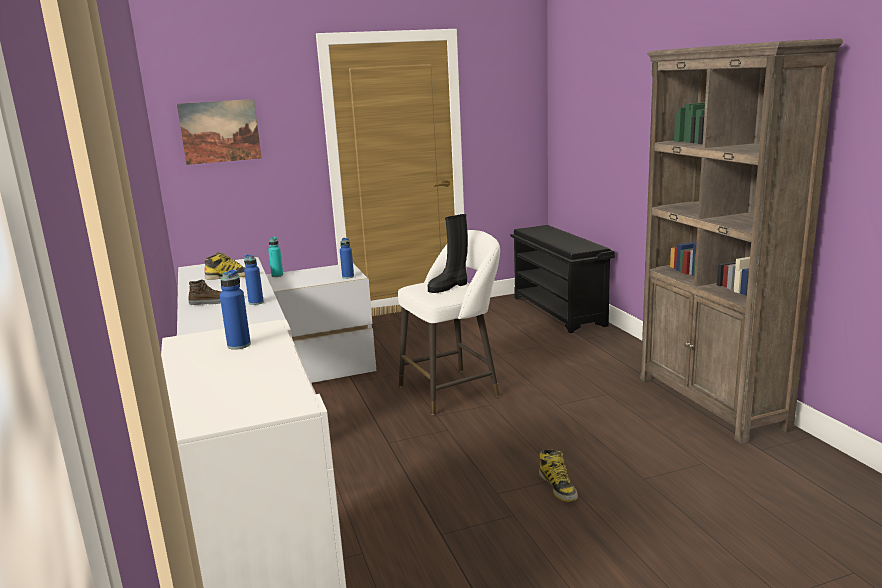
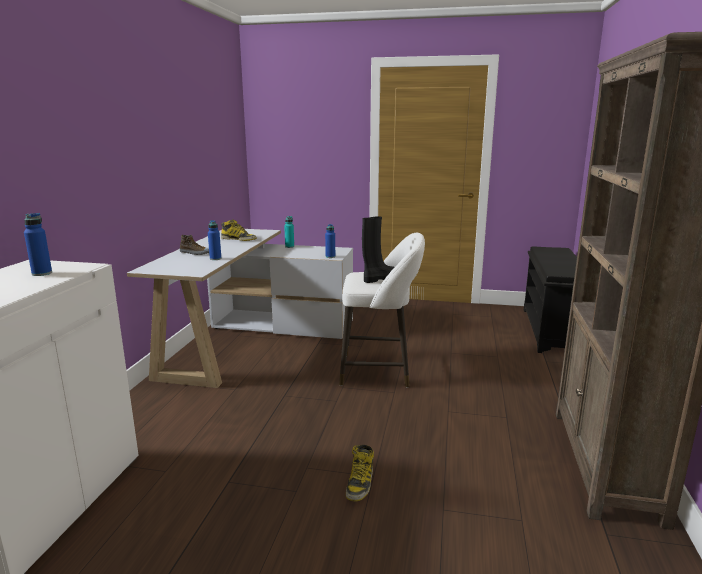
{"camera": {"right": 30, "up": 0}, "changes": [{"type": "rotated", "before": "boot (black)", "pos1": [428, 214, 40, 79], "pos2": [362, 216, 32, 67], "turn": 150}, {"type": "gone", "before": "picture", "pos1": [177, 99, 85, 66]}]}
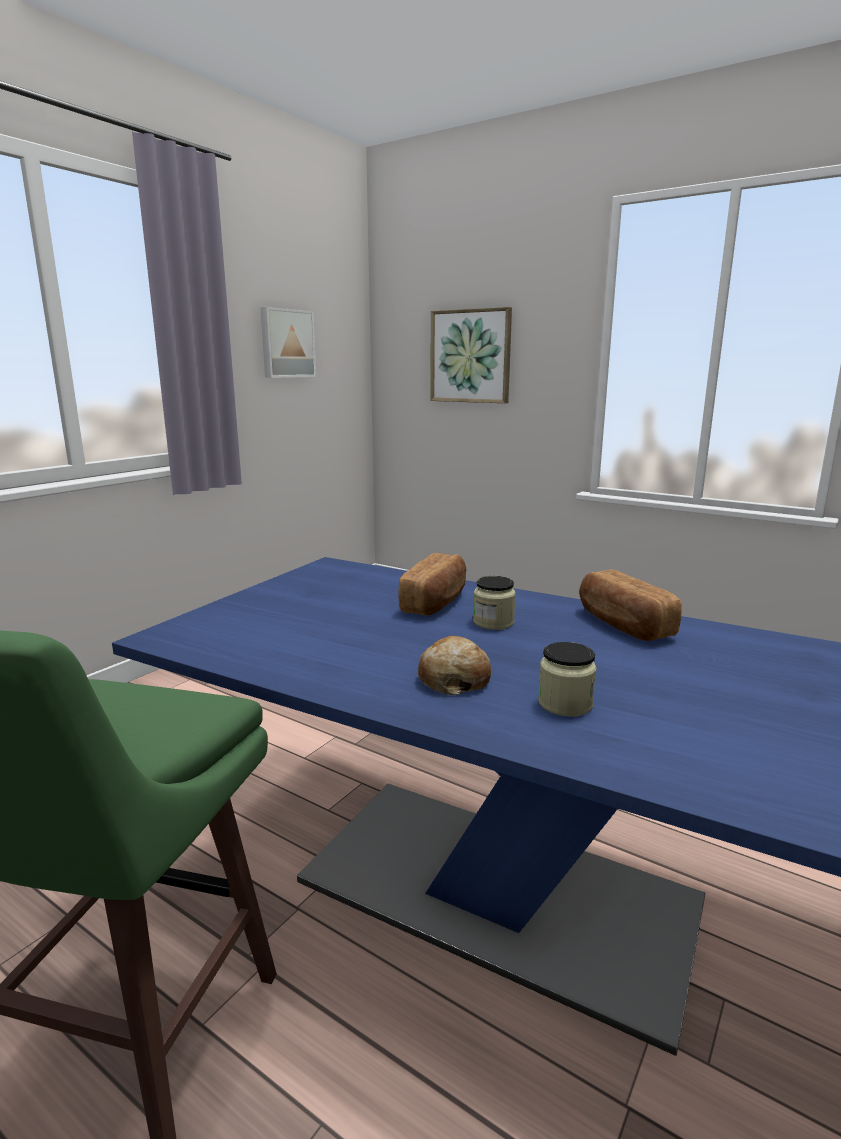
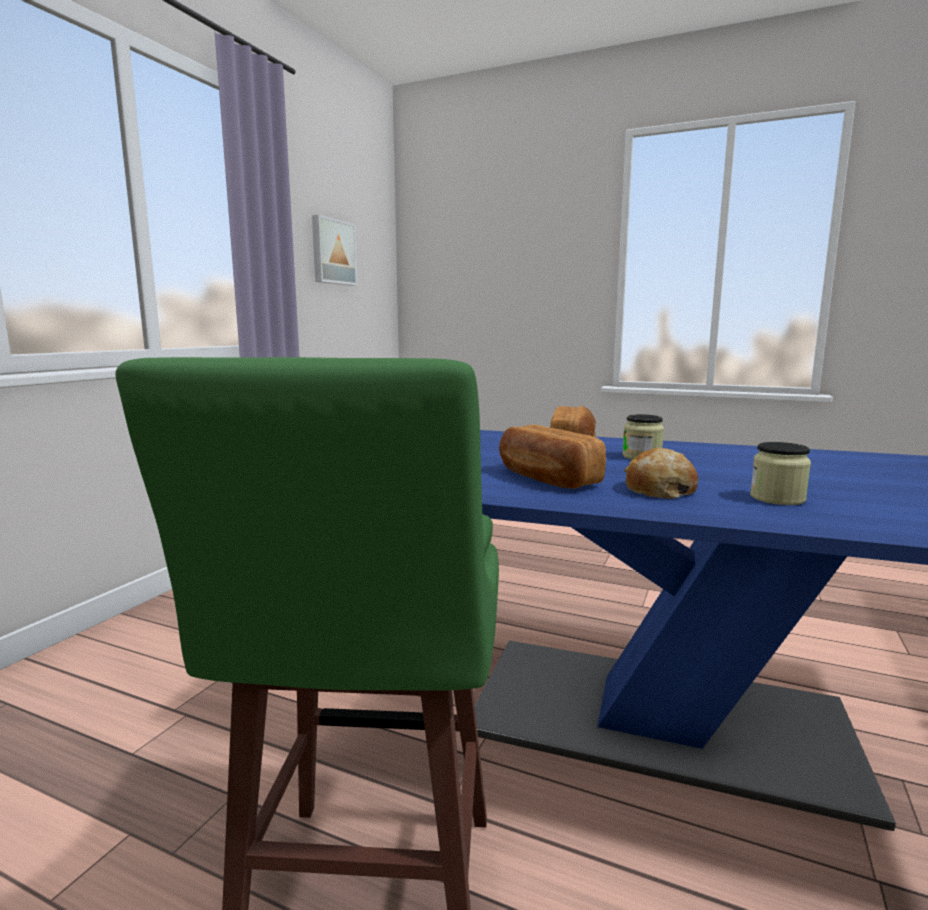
{"camera": {"right": -10, "up": -5}, "changes": [{"type": "shifted", "before": "bread", "pos1": [579, 569, 103, 72], "pos2": [499, 425, 107, 64]}, {"type": "gone", "before": "picture", "pos1": [430, 307, 82, 96]}]}
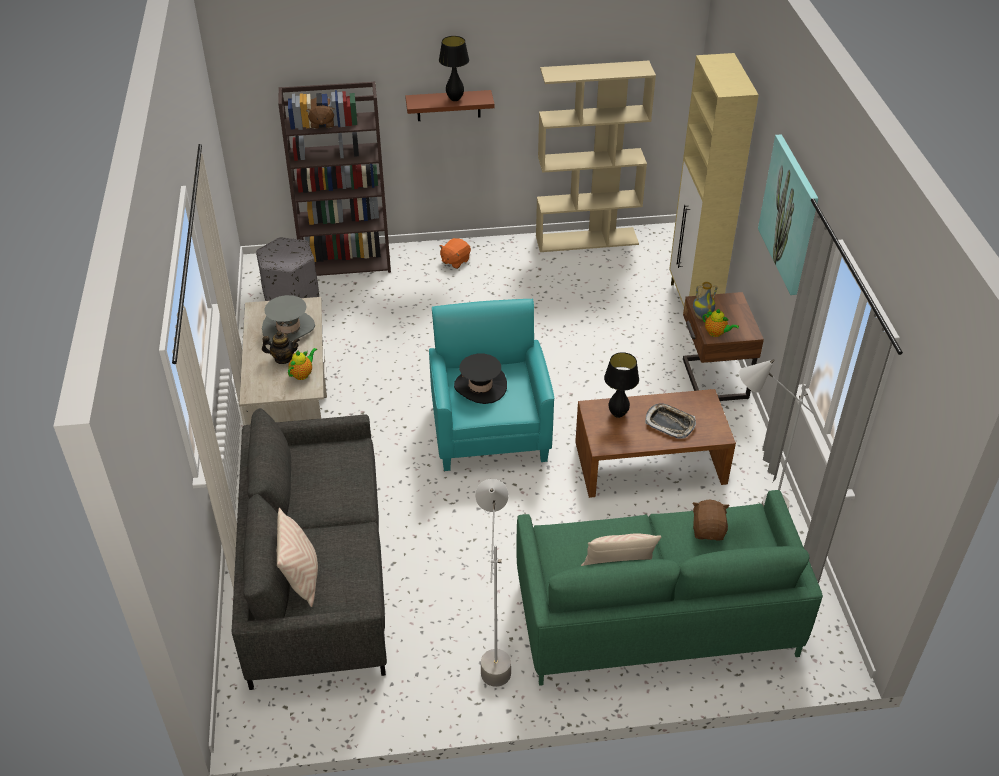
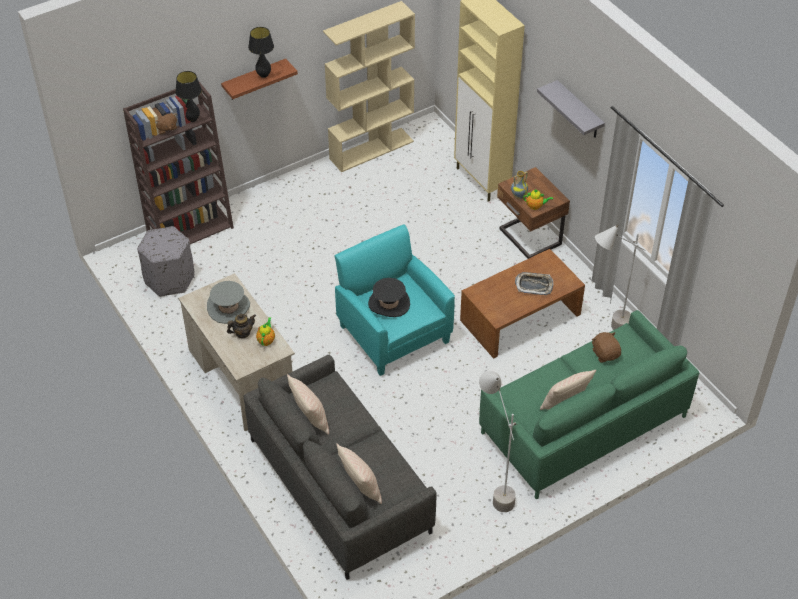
{"camera": {"right": -25, "up": 5}, "changes": [{"type": "shifted", "before": "table lamp (black)", "pos1": [604, 352, 35, 66], "pos2": [175, 71, 27, 51]}, {"type": "new", "after": "pillow (beige)", "pos2": [287, 374, 42, 61]}, {"type": "swapped", "before": "picture", "after": "shelf (grey)", "pos1": [758, 134, 60, 161], "pos2": [537, 80, 68, 58]}, {"type": "gone", "before": "plush toy (orange)", "pos1": [439, 238, 32, 31]}]}
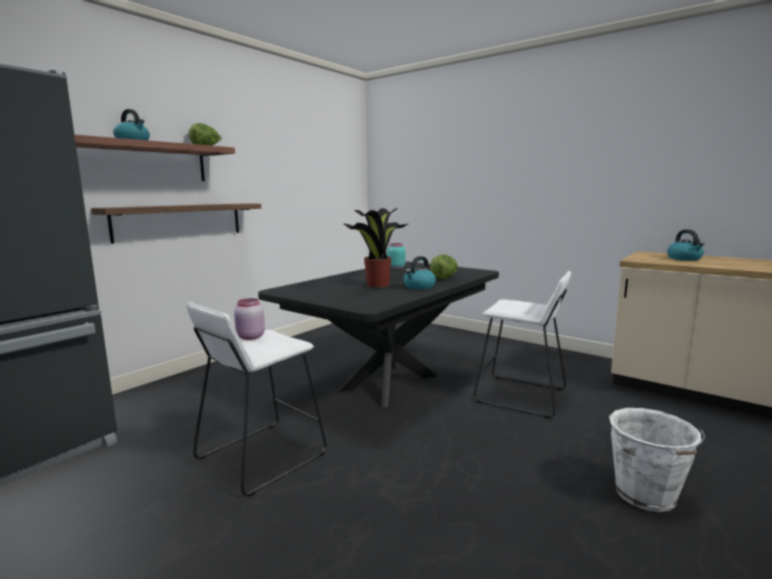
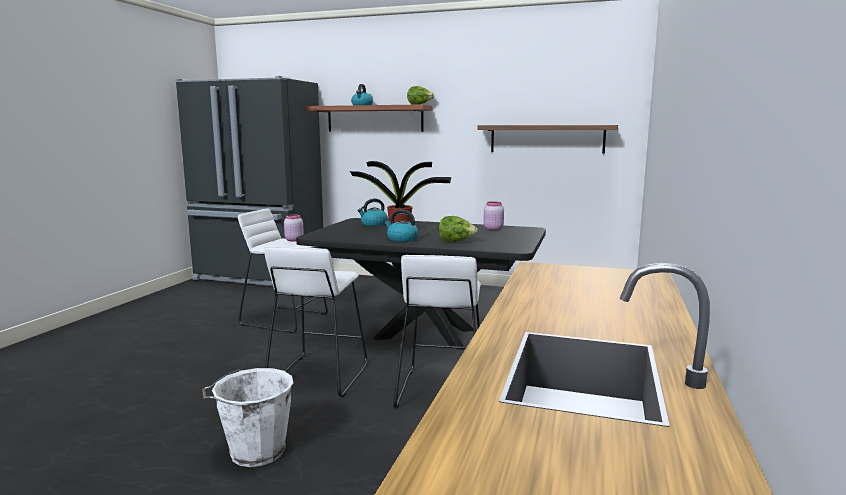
{"camera": {"right": 70, "up": 0}, "changes": [{"type": "new", "after": "stool (white)", "pos2": [264, 246, 103, 151]}, {"type": "shifted", "before": "kettle", "pos1": [667, 229, 37, 32], "pos2": [358, 199, 30, 27]}, {"type": "shifted", "before": "shelf", "pos1": [91, 203, 170, 41], "pos2": [477, 125, 141, 28]}, {"type": "repainted", "before": "jar (turquoise)", "after": "jar (pink)", "pos1": [387, 243, 18, 26], "pos2": [483, 201, 21, 30]}]}
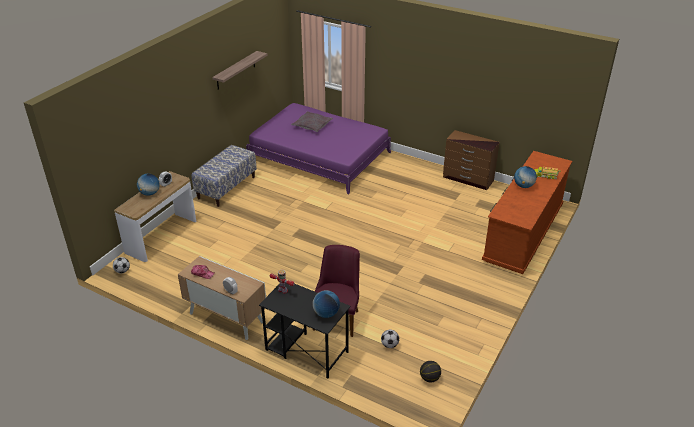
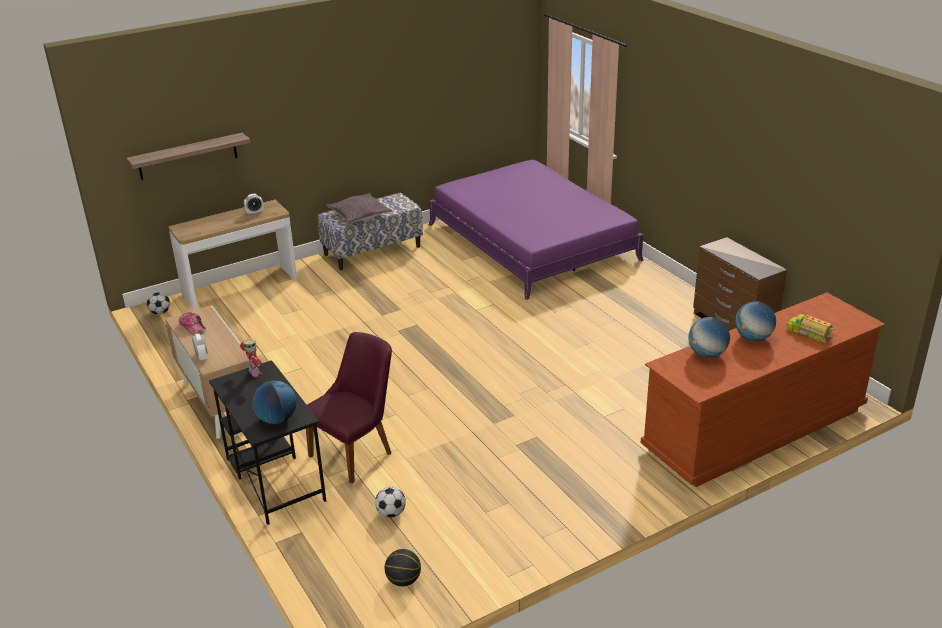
{"camera": {"right": 30, "up": -5}, "changes": [{"type": "shifted", "before": "shelf", "pos1": [212, 51, 55, 39], "pos2": [126, 133, 124, 47]}, {"type": "shifted", "before": "pillow (grey)", "pos1": [291, 111, 42, 21], "pos2": [326, 193, 66, 31]}, {"type": "shifted", "before": "globe", "pos1": [137, 174, 23, 22], "pos2": [688, 317, 42, 41]}]}
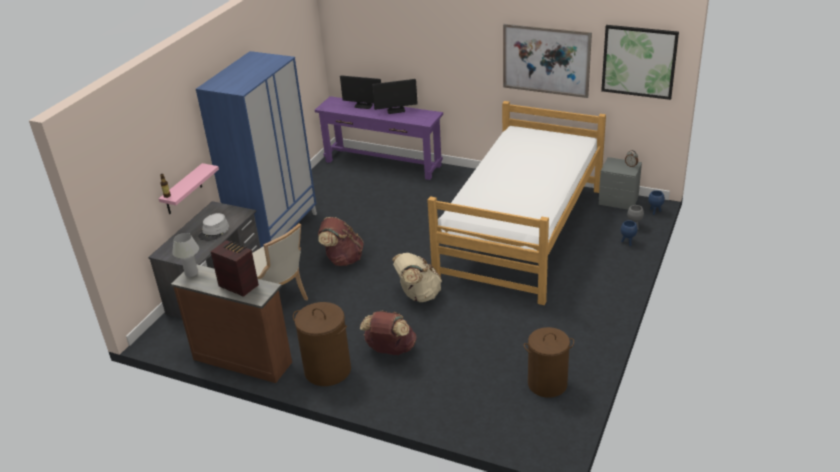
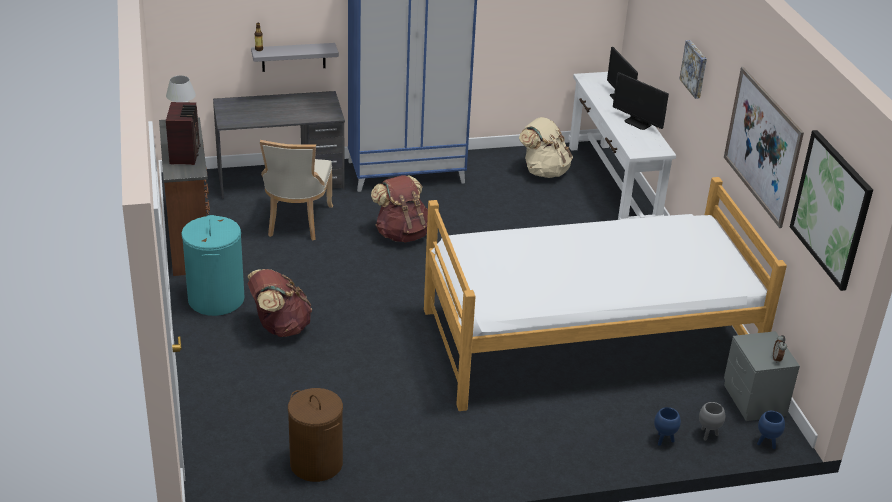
{"camera": {"right": 50, "up": 0}, "changes": [{"type": "repainted", "before": "laundry basket (brown)", "after": "laundry basket (turquoise)", "pos1": [293, 302, 58, 84], "pos2": [181, 215, 63, 101]}, {"type": "repainted", "before": "shelf (pink)", "after": "shelf (grey)", "pos1": [159, 163, 60, 51], "pos2": [251, 43, 88, 29]}, {"type": "shifted", "before": "backpack (beige)", "pos1": [392, 253, 50, 49], "pos2": [519, 117, 54, 61]}, {"type": "repainted", "before": "console table (purple)", "after": "console table (white)", "pos1": [315, 96, 128, 84], "pos2": [569, 72, 107, 148]}, {"type": "new", "after": "picture", "pos2": [679, 40, 28, 59]}, {"type": "gone", "before": "hat (grey)", "pos1": [198, 213, 31, 28]}]}
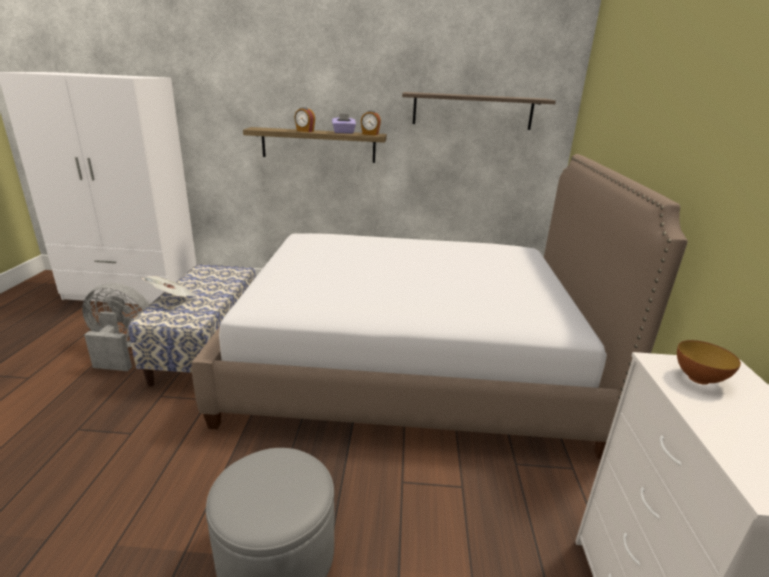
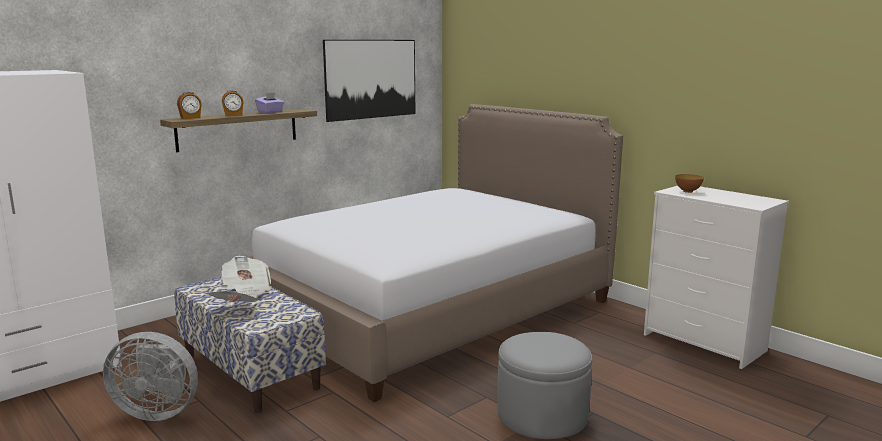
{"camera": {"right": -45, "up": -10}, "changes": [{"type": "rotated", "before": "fan (grey)", "pos1": [82, 283, 68, 88], "pos2": [103, 332, 95, 89], "turn": -135}, {"type": "shifted", "before": "alarm clock", "pos1": [361, 110, 20, 25], "pos2": [177, 92, 25, 27]}, {"type": "new", "after": "newspaper", "pos2": [221, 256, 50, 41]}, {"type": "swapped", "before": "shelf", "after": "picture", "pos1": [402, 92, 154, 38], "pos2": [323, 40, 92, 82]}]}
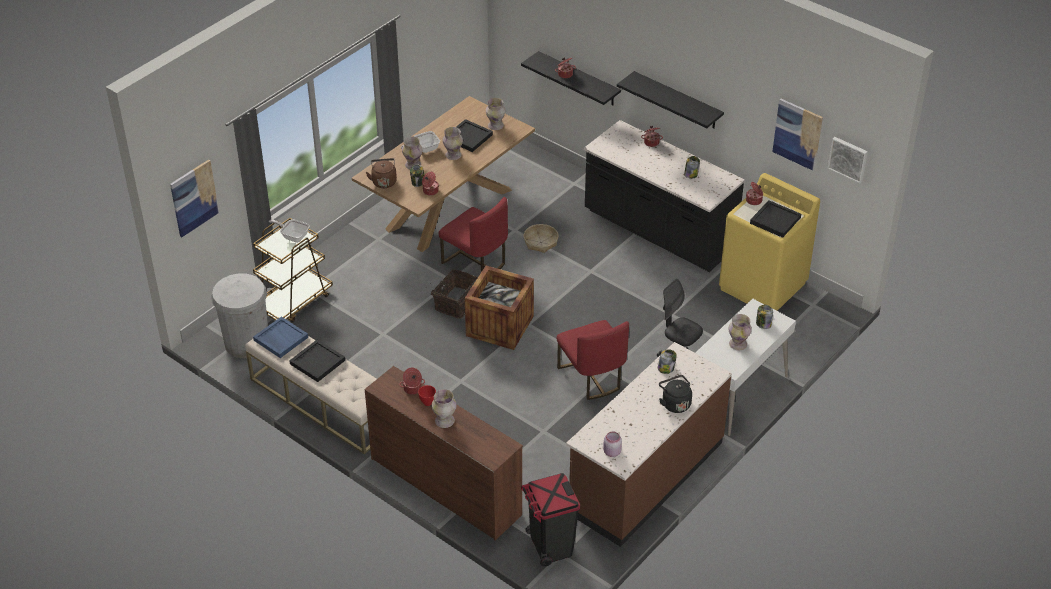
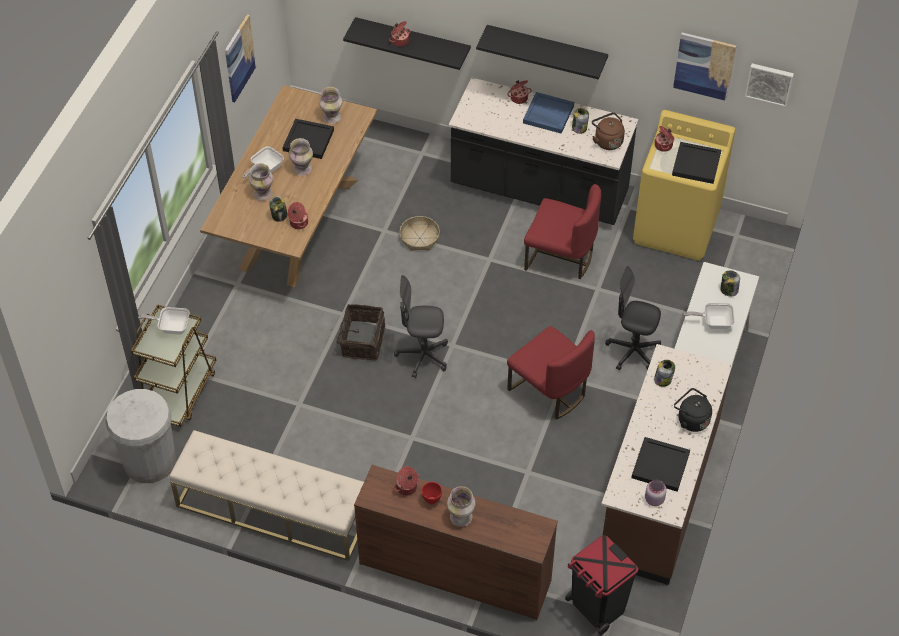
{"camera": {"right": -20, "up": 10}, "changes": [{"type": "shifted", "before": "picture", "pos1": [170, 159, 49, 78], "pos2": [225, 14, 31, 88]}, {"type": "swapped", "before": "crate", "after": "office chair (grey)", "pos1": [465, 266, 69, 84], "pos2": [394, 275, 54, 103]}, {"type": "shifted", "before": "tray (blue)", "pos1": [253, 317, 55, 41], "pos2": [523, 92, 51, 42]}, {"type": "shifted", "before": "chair (red)", "pos1": [439, 197, 69, 75], "pos2": [524, 184, 77, 95]}, {"type": "shifted", "before": "kettle (brown)", "pos1": [366, 158, 31, 30], "pos2": [592, 112, 33, 38]}, {"type": "shifted", "before": "tray (black)", "pos1": [289, 340, 56, 42], "pos2": [631, 437, 59, 55]}, {"type": "swapped", "before": "vase", "after": "frying pan", "pos1": [728, 314, 24, 36], "pos2": [684, 303, 51, 26]}]}
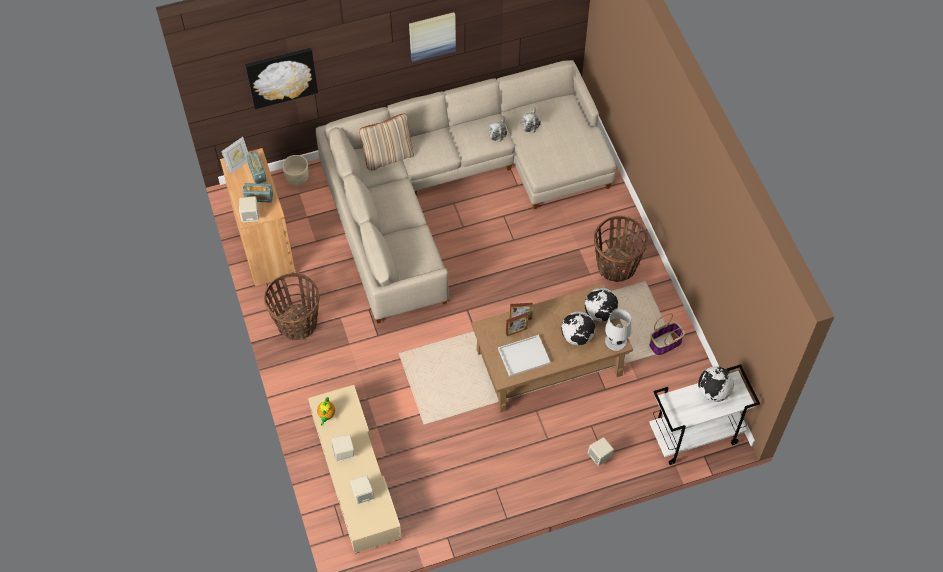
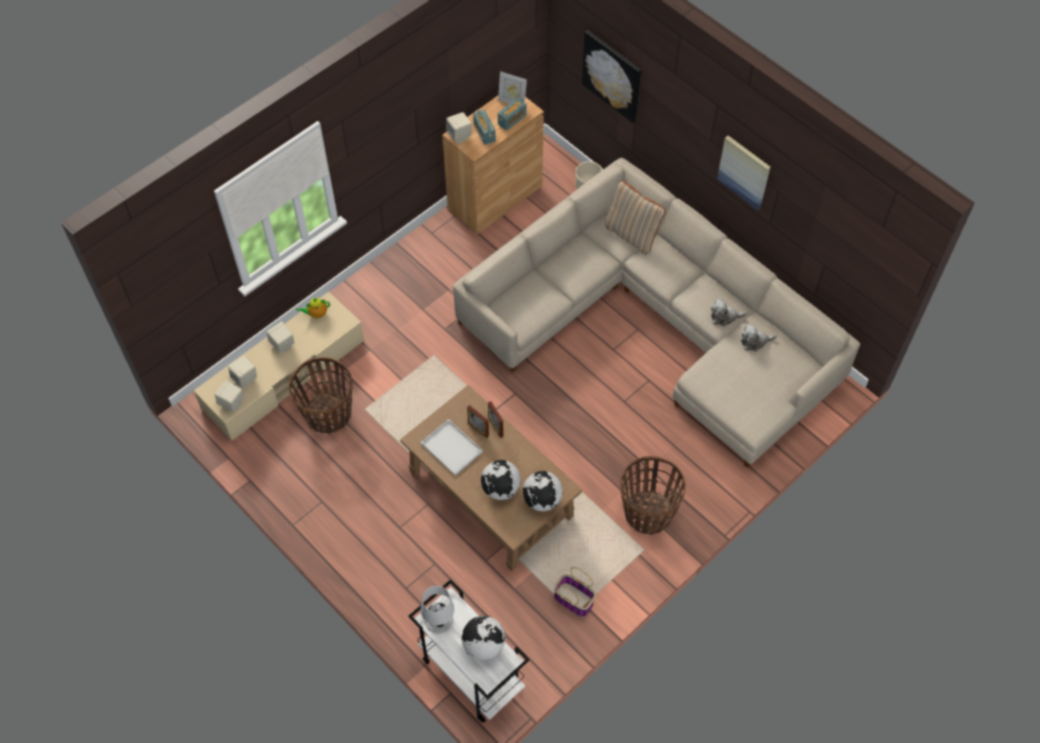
{"camera": {"right": 65, "up": 0}, "changes": [{"type": "shifted", "before": "speaker (beige)", "pos1": [588, 437, 26, 29], "pos2": [215, 380, 29, 32]}, {"type": "shifted", "before": "basket", "pos1": [264, 273, 55, 67], "pos2": [289, 357, 64, 77]}, {"type": "shifted", "before": "table lamp (white)", "pos1": [605, 309, 26, 42], "pos2": [421, 586, 33, 48]}]}
